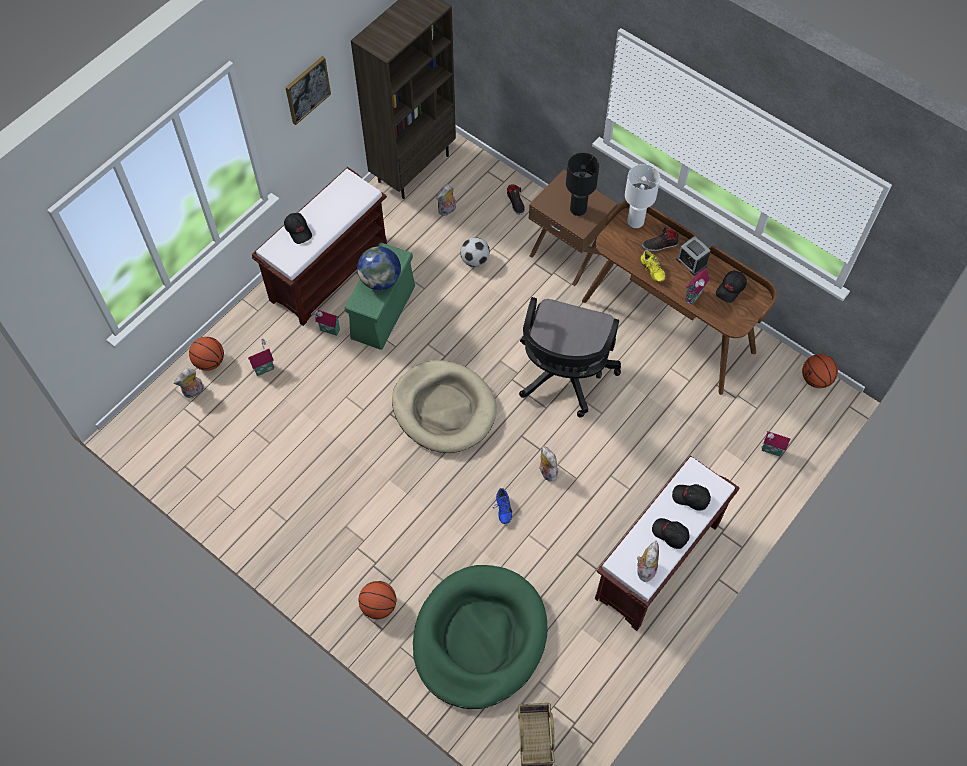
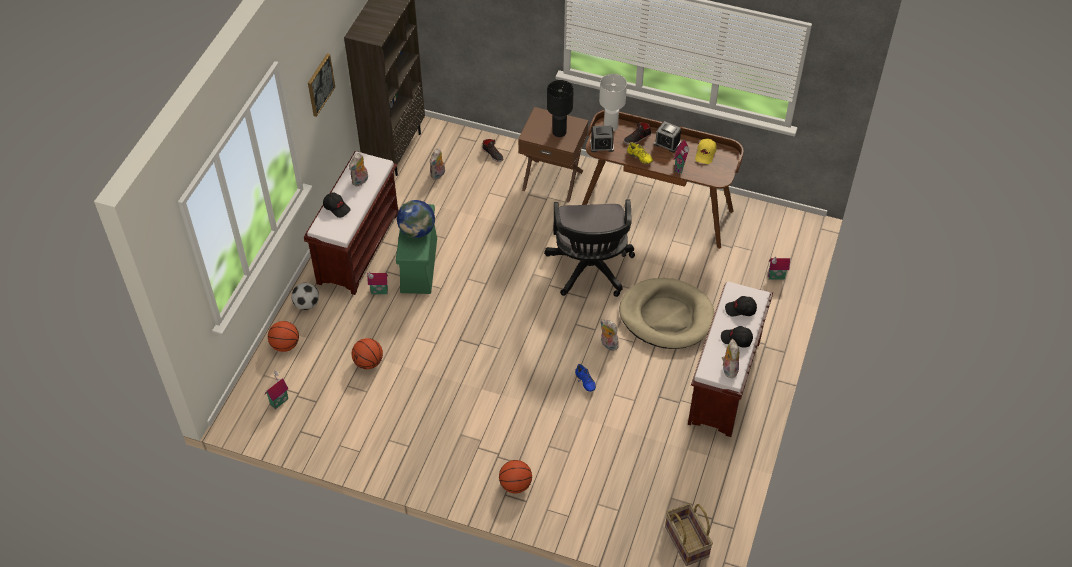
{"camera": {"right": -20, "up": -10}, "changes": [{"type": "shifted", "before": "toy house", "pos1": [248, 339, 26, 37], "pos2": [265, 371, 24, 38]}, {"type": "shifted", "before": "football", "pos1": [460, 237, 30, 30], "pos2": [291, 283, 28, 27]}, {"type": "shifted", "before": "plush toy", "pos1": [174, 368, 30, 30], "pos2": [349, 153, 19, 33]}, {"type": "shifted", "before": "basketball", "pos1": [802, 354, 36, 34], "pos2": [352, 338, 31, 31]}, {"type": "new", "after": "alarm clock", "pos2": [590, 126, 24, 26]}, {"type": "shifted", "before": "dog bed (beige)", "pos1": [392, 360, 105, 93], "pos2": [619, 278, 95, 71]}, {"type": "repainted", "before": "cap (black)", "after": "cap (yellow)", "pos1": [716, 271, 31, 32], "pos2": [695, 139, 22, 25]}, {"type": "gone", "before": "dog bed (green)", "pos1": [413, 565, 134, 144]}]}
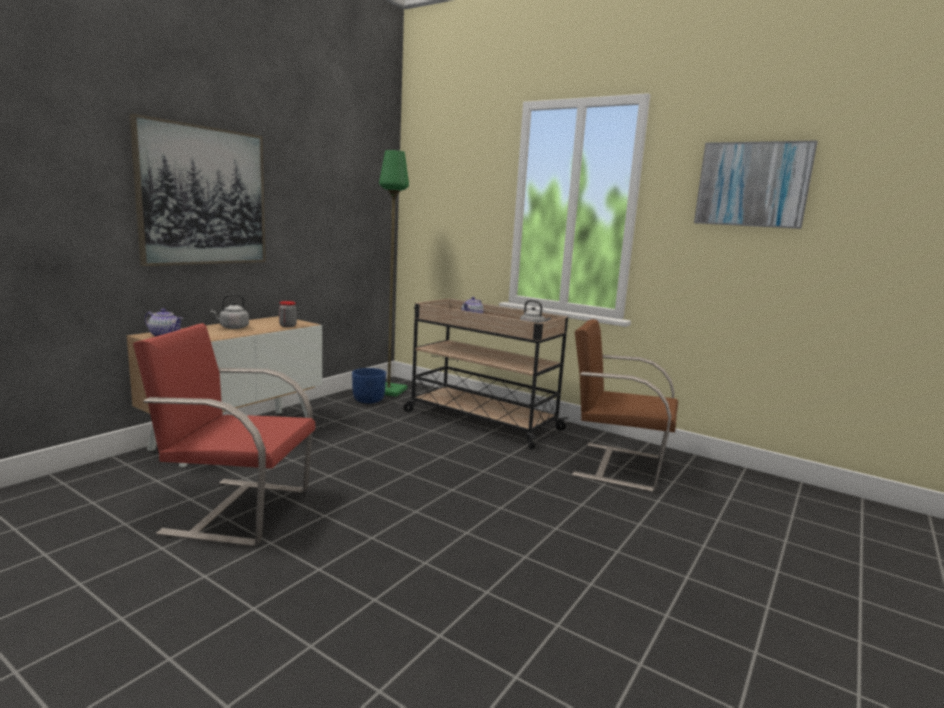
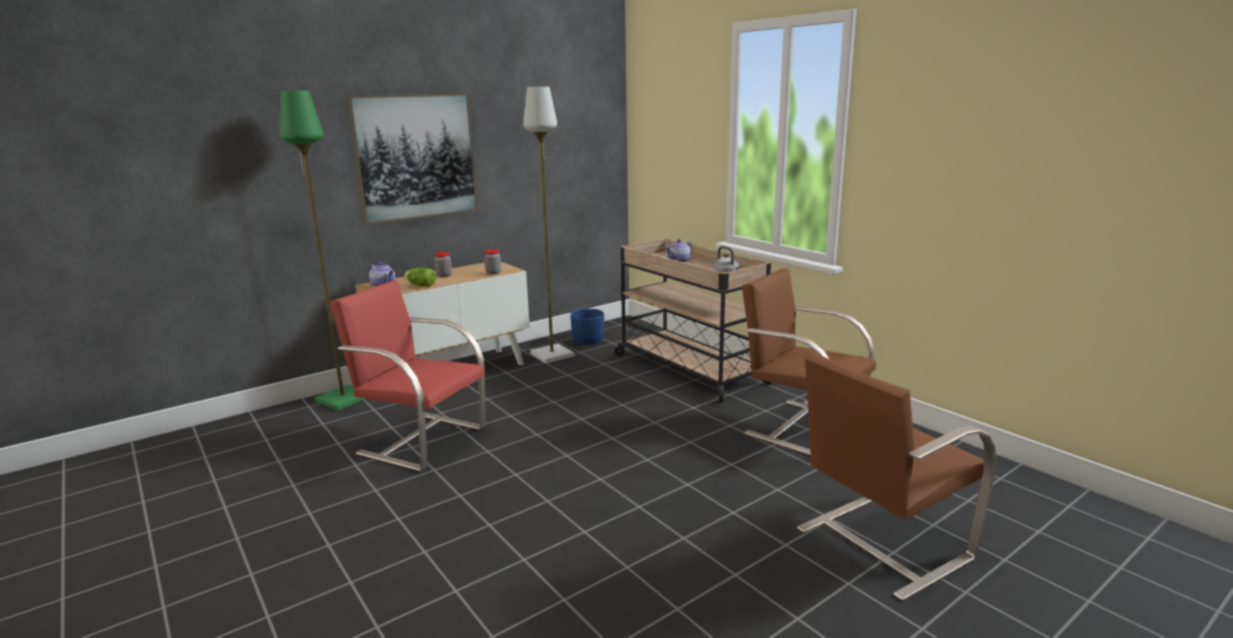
{"camera": {"right": 20, "up": 5}, "changes": [{"type": "shifted", "before": "floor lamp (green)", "pos1": [379, 150, 30, 247], "pos2": [280, 91, 86, 319]}, {"type": "new", "after": "lettuce", "pos2": [404, 268, 32, 19]}, {"type": "swapped", "before": "kettle (grey)", "after": "jar", "pos1": [210, 294, 39, 35], "pos2": [434, 252, 18, 25]}, {"type": "new", "after": "floor lamp (grey)", "pos2": [523, 87, 51, 276]}, {"type": "new", "after": "chair (brown)", "pos2": [797, 353, 200, 248]}, {"type": "gone", "before": "picture", "pos1": [694, 140, 124, 89]}]}
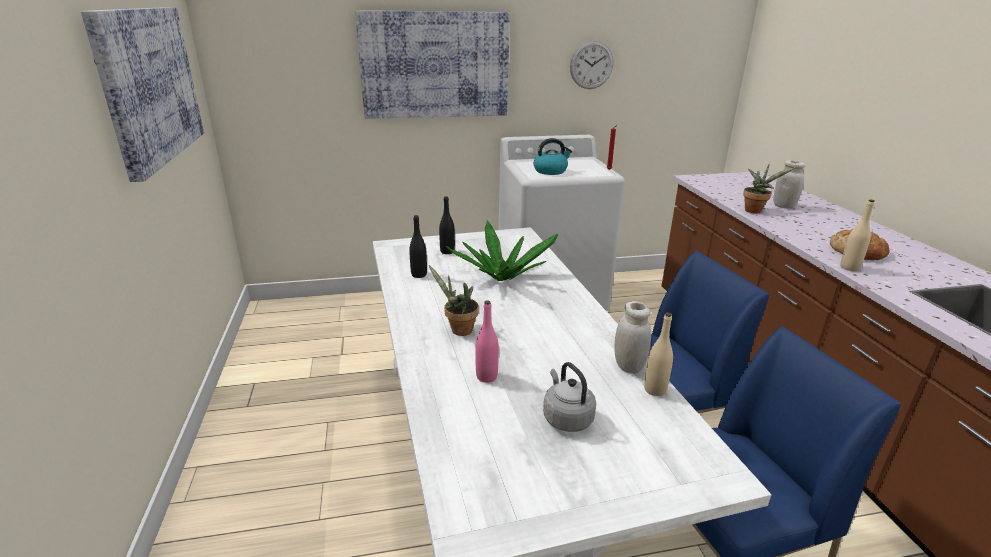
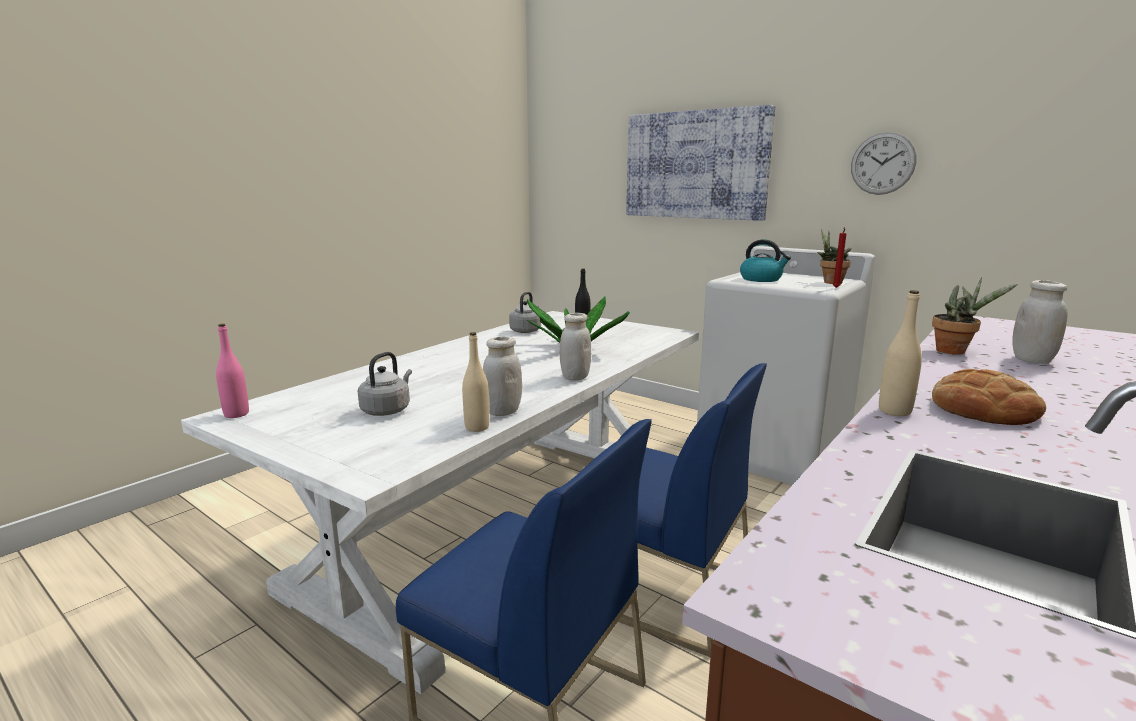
{"camera": {"right": 50, "up": -10}, "changes": [{"type": "shifted", "before": "bottle (pink)", "pos1": [475, 301, 24, 82], "pos2": [216, 324, 33, 94]}, {"type": "swapped", "before": "bottle (black)", "after": "kettle (grey)", "pos1": [409, 215, 18, 63], "pos2": [509, 292, 32, 41]}, {"type": "new", "after": "jar (white)", "pos2": [560, 313, 31, 68]}, {"type": "shifted", "before": "potted plant", "pos1": [429, 265, 50, 71], "pos2": [817, 229, 35, 55]}, {"type": "gone", "before": "picture", "pos1": [81, 7, 123, 175]}]}
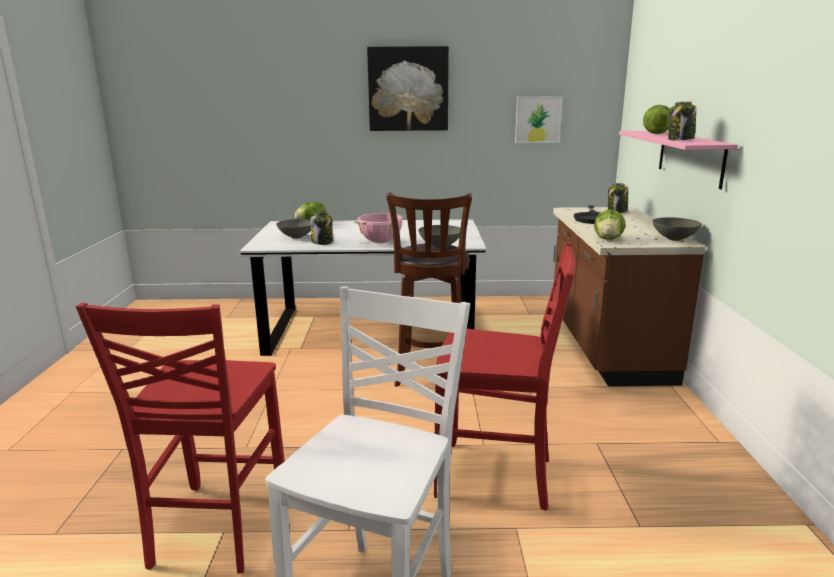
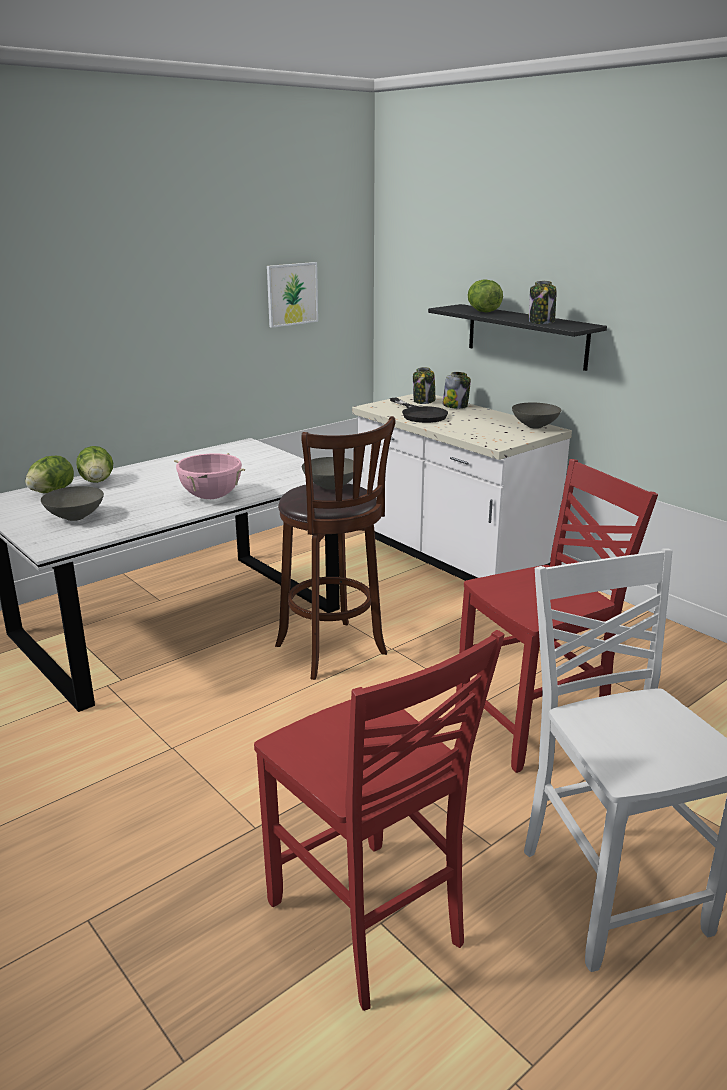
{"camera": {"right": -40, "up": 5}, "changes": [{"type": "shifted", "before": "lettuce", "pos1": [594, 210, 32, 30], "pos2": [76, 446, 37, 37]}, {"type": "repainted", "before": "counter (brown)", "after": "counter (white)", "pos1": [553, 207, 153, 179], "pos2": [352, 394, 220, 187]}, {"type": "repainted", "before": "shelf (pink)", "after": "shelf (black)", "pos1": [619, 131, 119, 58], "pos2": [428, 304, 179, 67]}, {"type": "shifted", "before": "jar", "pos1": [311, 212, 22, 33], "pos2": [443, 372, 28, 37]}, {"type": "gone", "before": "picture", "pos1": [367, 46, 82, 85]}]}
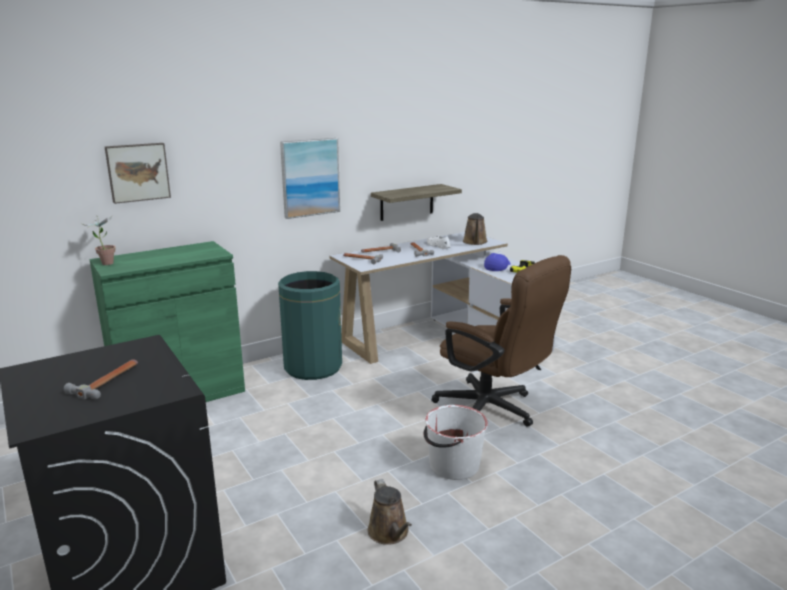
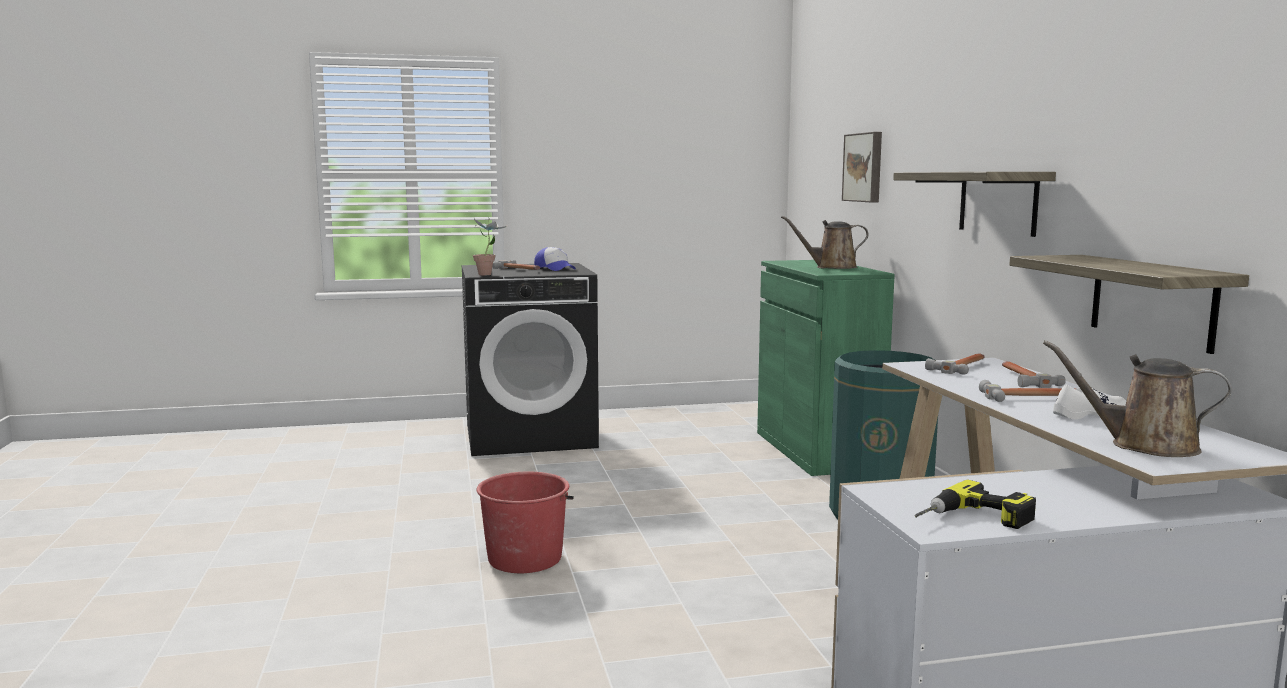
{"camera": {"right": 110, "up": -10}, "changes": [{"type": "shifted", "before": "potted plant", "pos1": [82, 216, 34, 49], "pos2": [473, 217, 34, 58]}, {"type": "repainted", "before": "bucket (white)", "after": "bucket (red)", "pos1": [423, 405, 65, 75], "pos2": [476, 472, 98, 101]}, {"type": "shifted", "before": "cap", "pos1": [484, 251, 27, 20], "pos2": [534, 247, 42, 24]}, {"type": "shifted", "before": "watering can (brown)", "pos1": [368, 479, 44, 66], "pos2": [781, 216, 88, 53]}, {"type": "swapped", "before": "picture", "after": "shelf", "pos1": [280, 138, 60, 81], "pos2": [893, 172, 163, 65]}, {"type": "gone", "before": "office chair (brown)", "pos1": [432, 255, 139, 172]}]}
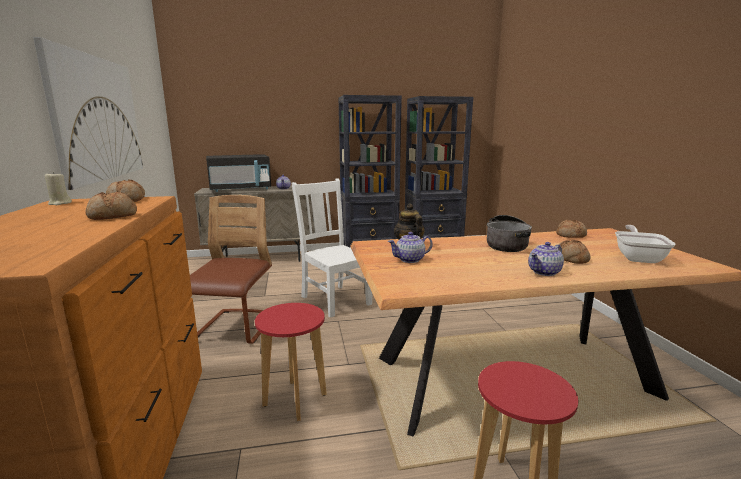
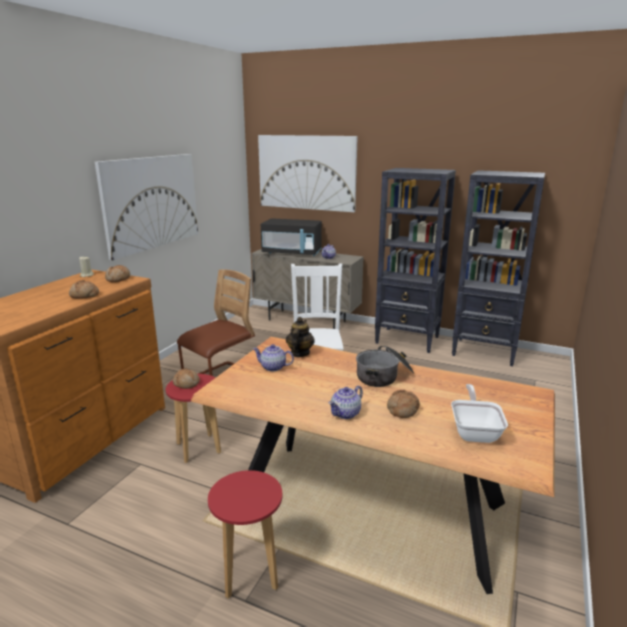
{"camera": {"right": 35, "up": 5}, "changes": [{"type": "shifted", "before": "bread", "pos1": [556, 220, 31, 18], "pos2": [173, 368, 27, 21]}, {"type": "new", "after": "picture", "pos2": [258, 135, 100, 77]}, {"type": "rotated", "before": "teapot", "pos1": [528, 242, 36, 34], "pos2": [329, 386, 34, 33], "turn": -45}, {"type": "rotated", "before": "frying pan", "pos1": [615, 225, 61, 38], "pos2": [451, 384, 57, 59], "turn": -45}]}
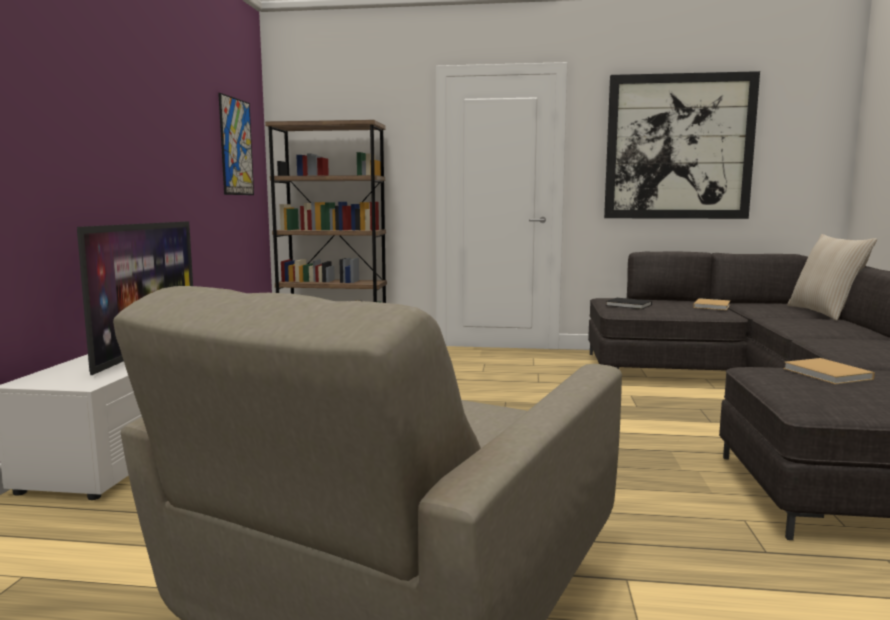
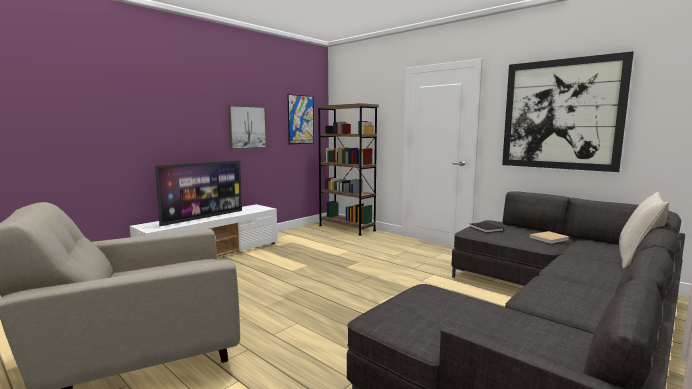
{"camera": {"right": 35, "up": 0}, "changes": [{"type": "new", "after": "picture", "pos2": [228, 105, 39, 44]}, {"type": "gone", "before": "book (beige)", "pos1": [783, 358, 92, 26]}]}
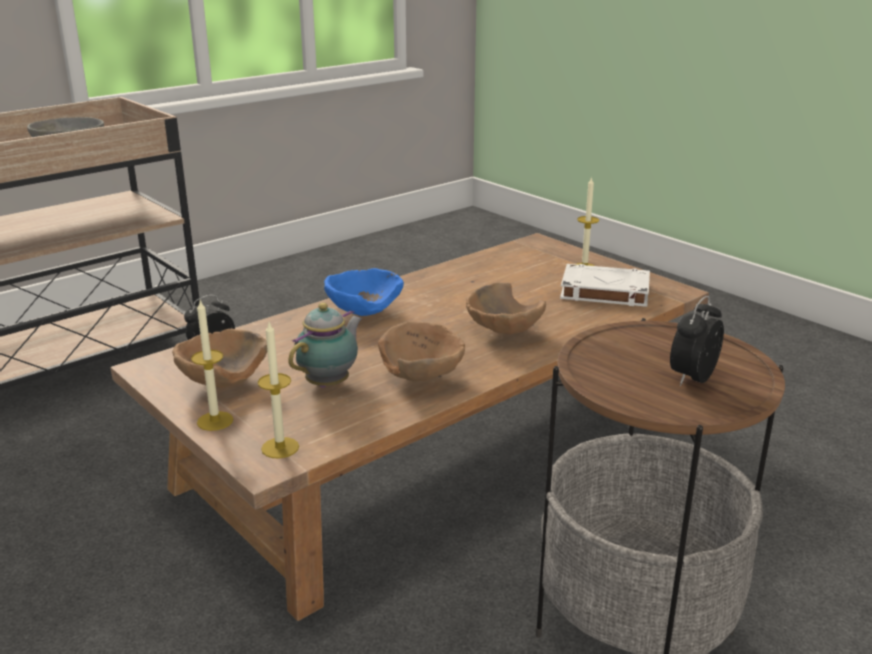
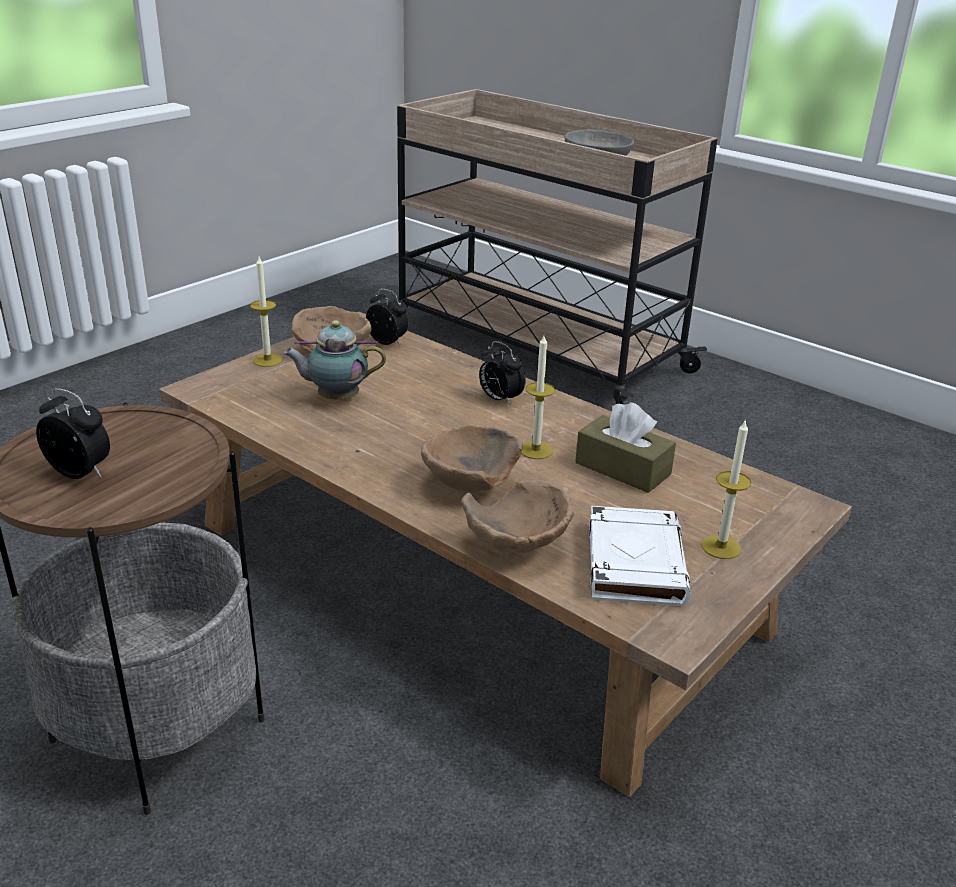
{"camera": {"right": 80, "up": 5}, "changes": [{"type": "rotated", "before": "teapot", "pos1": [288, 303, 75, 85], "pos2": [283, 320, 103, 79], "turn": 150}, {"type": "shifted", "before": "bowl (brown)", "pos1": [378, 322, 87, 59], "pos2": [461, 479, 113, 74]}, {"type": "swapped", "before": "bowl (blue)", "after": "alarm clock", "pos1": [324, 268, 80, 48], "pos2": [479, 341, 47, 65]}, {"type": "shifted", "before": "candle", "pos1": [258, 322, 41, 137], "pos2": [521, 335, 34, 124]}, {"type": "new", "after": "tissue box (brown)", "pos2": [575, 402, 101, 91]}]}
